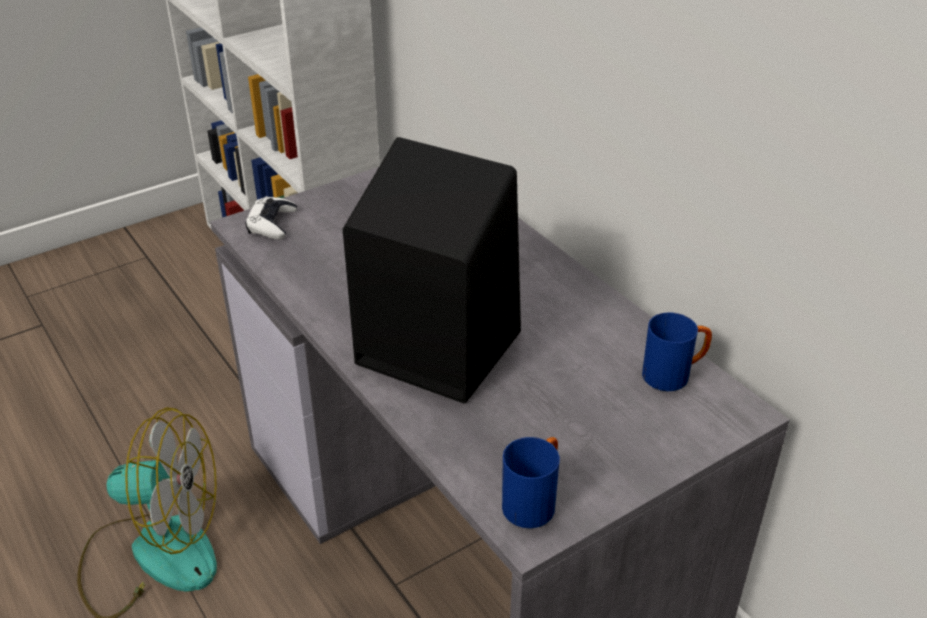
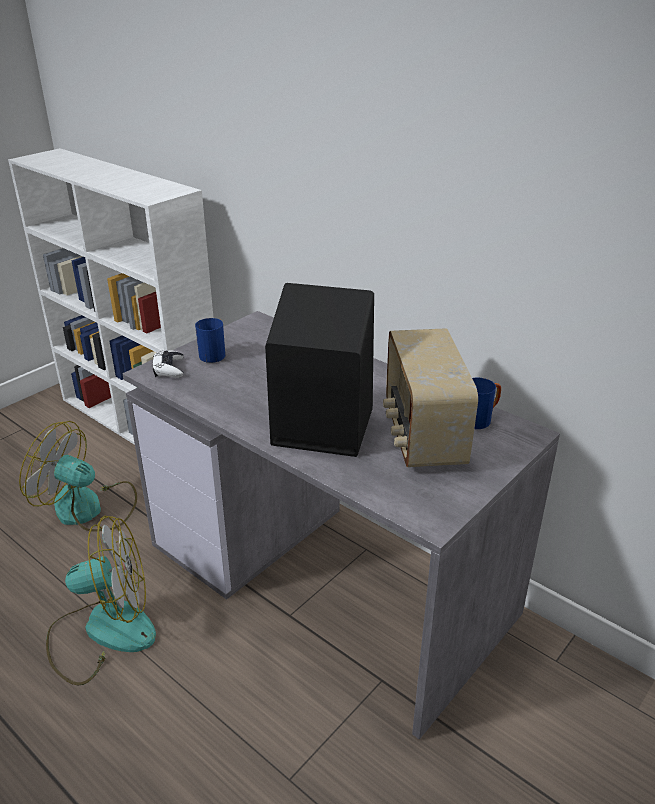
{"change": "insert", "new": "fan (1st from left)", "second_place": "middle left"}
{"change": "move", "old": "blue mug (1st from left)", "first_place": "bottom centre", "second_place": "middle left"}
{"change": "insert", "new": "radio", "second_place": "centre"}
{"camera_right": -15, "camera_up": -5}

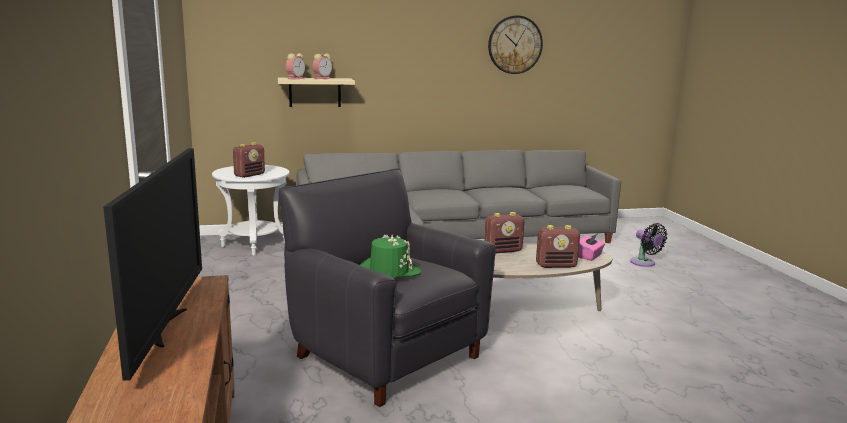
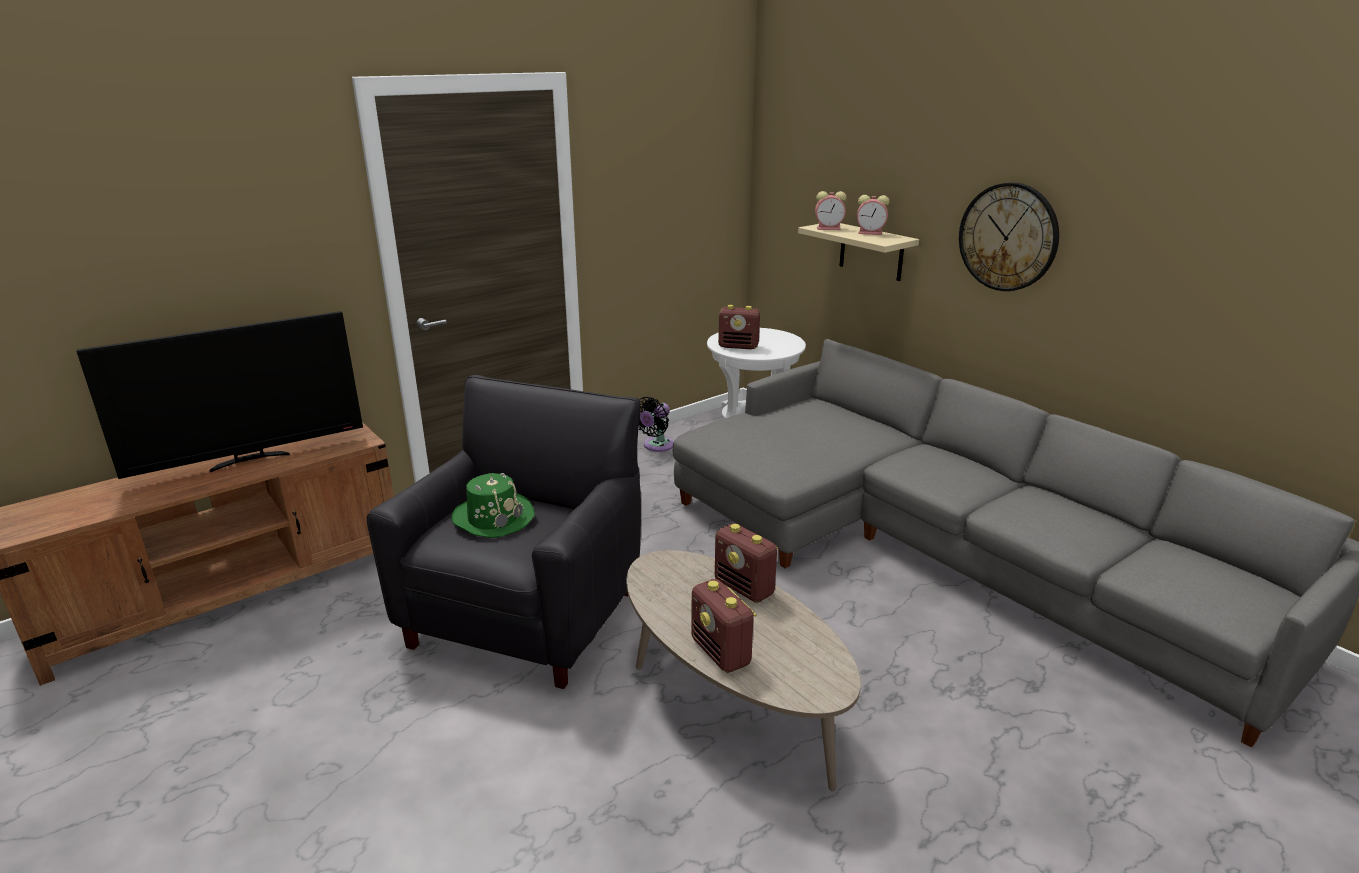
{"change": "move", "old": "black fan", "first_place": "middle right", "second_place": "centre"}
{"change": "move", "old": "wall clock", "first_place": "top centre", "second_place": "top right"}
{"change": "delete", "old": "pink tissue box", "first_place": "middle right"}
{"camera_right": 65, "camera_up": 10}

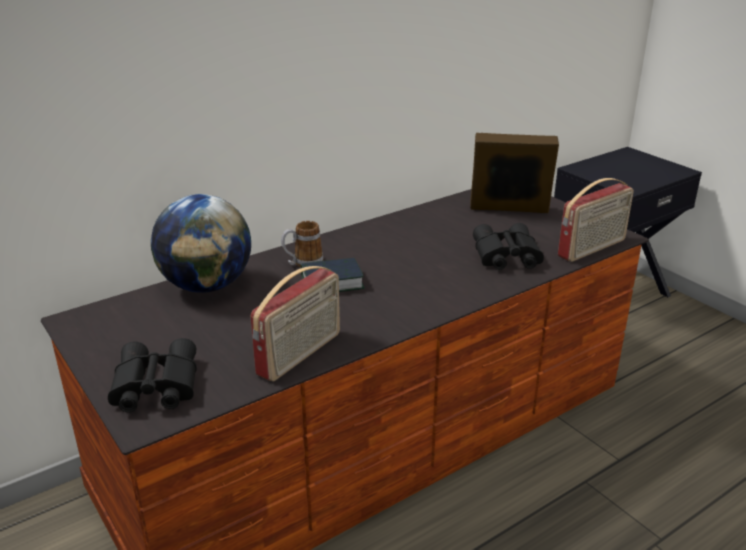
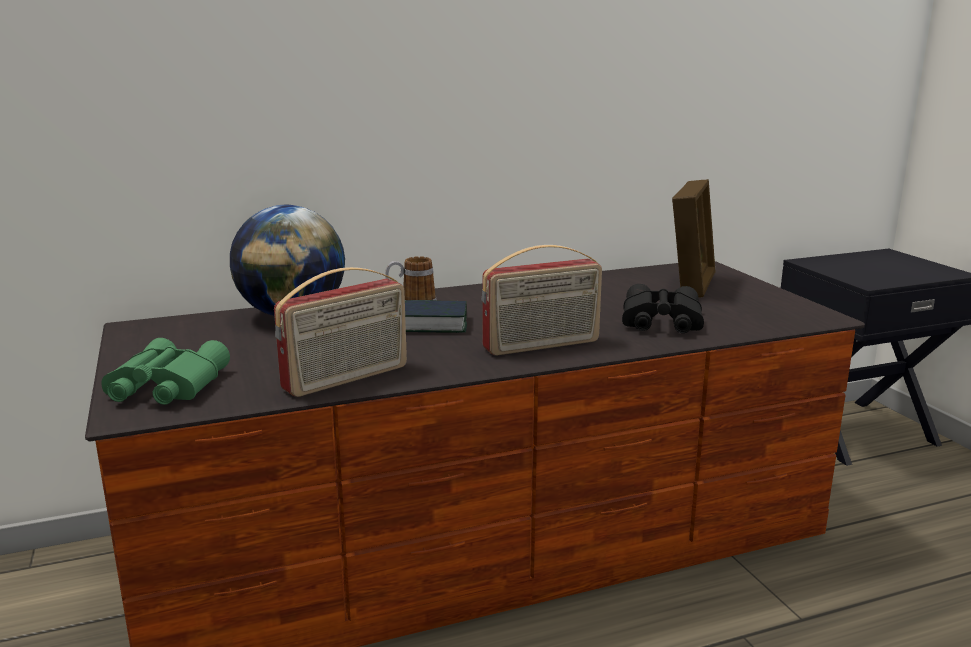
{"change": "recolor", "old": "black binoculars (1st from left)", "new": "green binoculars", "first_place": "bottom left", "second_place": "middle left"}
{"change": "move", "old": "radio (2nd from left)", "first_place": "middle right", "second_place": "centre"}
{"change": "rotate", "old": "picture frame", "first_place": "top right", "second_place": "middle right", "degrees": 90}
{"camera_right": 15, "camera_up": -10}

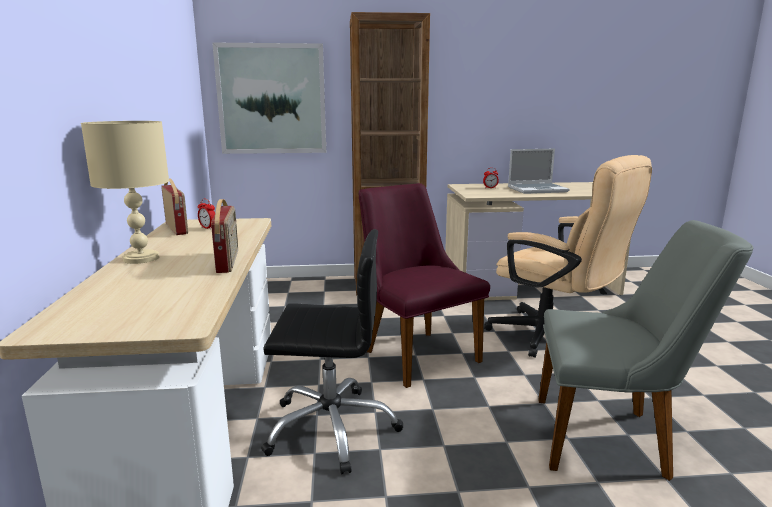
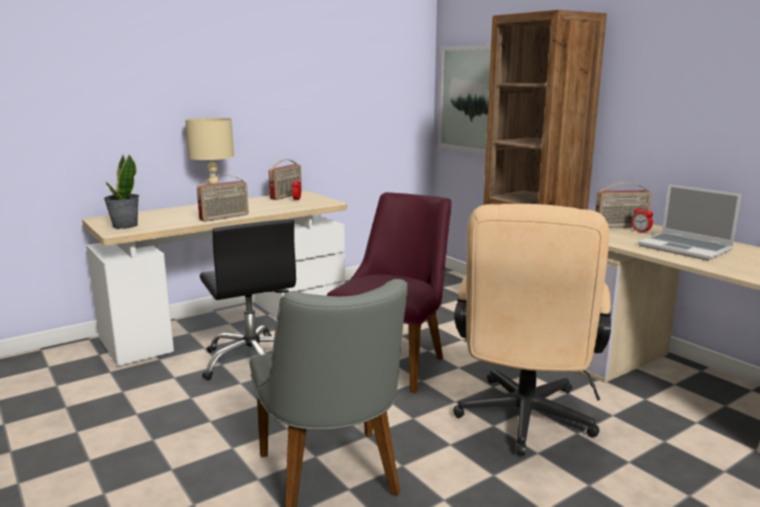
{"change": "insert", "new": "potted plant", "second_place": "middle left"}
{"change": "insert", "new": "radio (3rd from left)", "second_place": "middle right"}
{"camera_right": 60, "camera_up": 0}

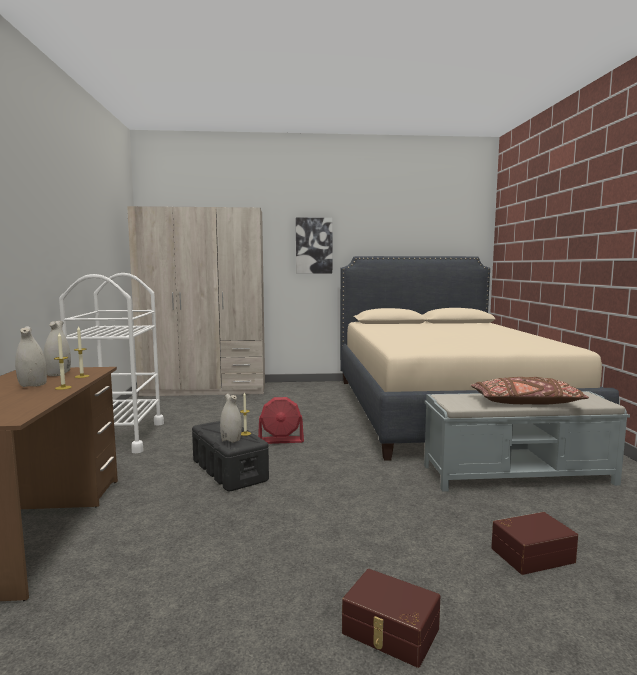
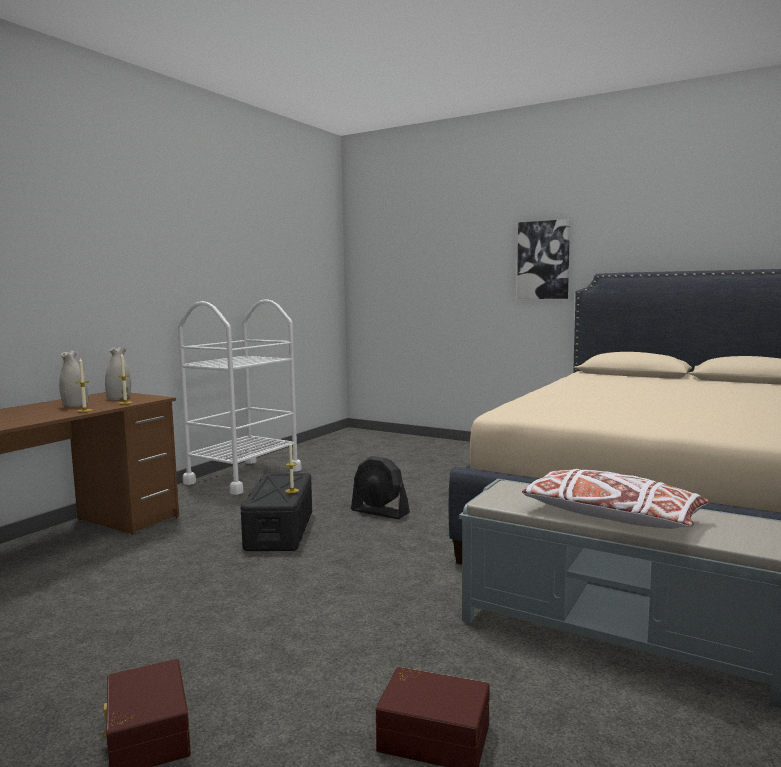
{"change": "recolor", "old": "red fan", "new": "black fan", "first_place": "centre", "second_place": "centre"}
{"change": "recolor", "old": "brown pillow", "new": "white pillow", "first_place": "middle right", "second_place": "middle right"}
{"change": "delete", "old": "beige wardrobe", "first_place": "middle left"}
{"change": "delete", "old": "white vase (3rd from left)", "first_place": "centre"}
{"camera_right": 35, "camera_up": 0}

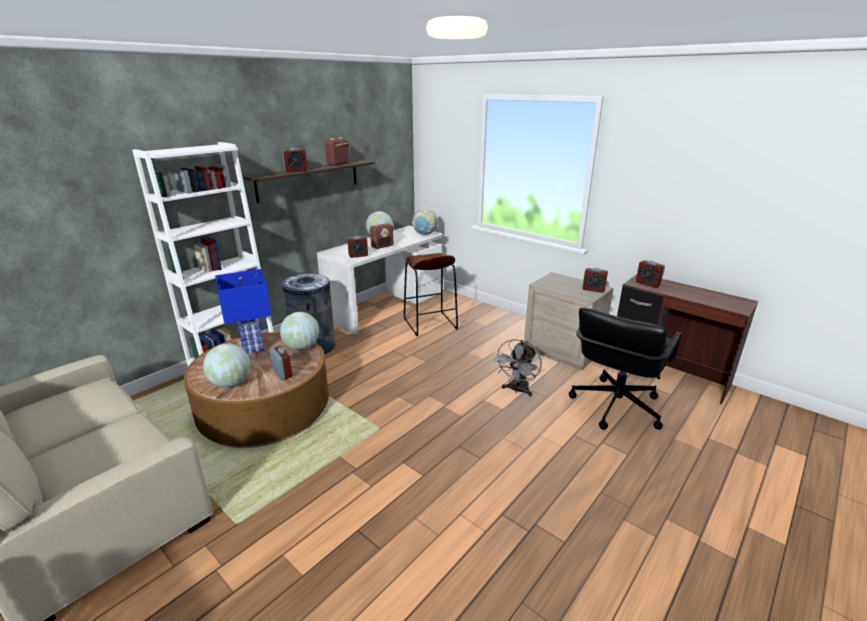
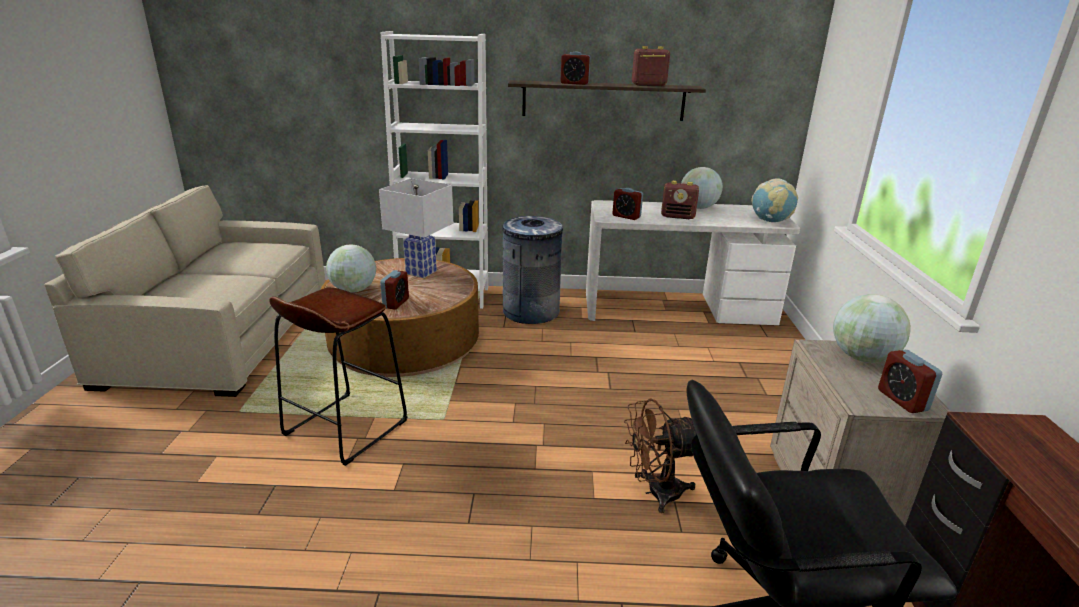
{"change": "move", "old": "brown stool", "first_place": "centre", "second_place": "middle left"}
{"change": "recolor", "old": "blue table lamp", "new": "white table lamp", "first_place": "middle left", "second_place": "centre"}
{"change": "recolor", "old": "grey fan", "new": "brown fan", "first_place": "centre", "second_place": "bottom centre"}
{"change": "move", "old": "globe (2nd from left in the first image)", "new": "globe (4th from left)", "first_place": "centre", "second_place": "middle right"}
{"change": "delete", "old": "alarm clock (5th from left)", "first_place": "middle right"}
{"camera_right": 50, "camera_up": 0}

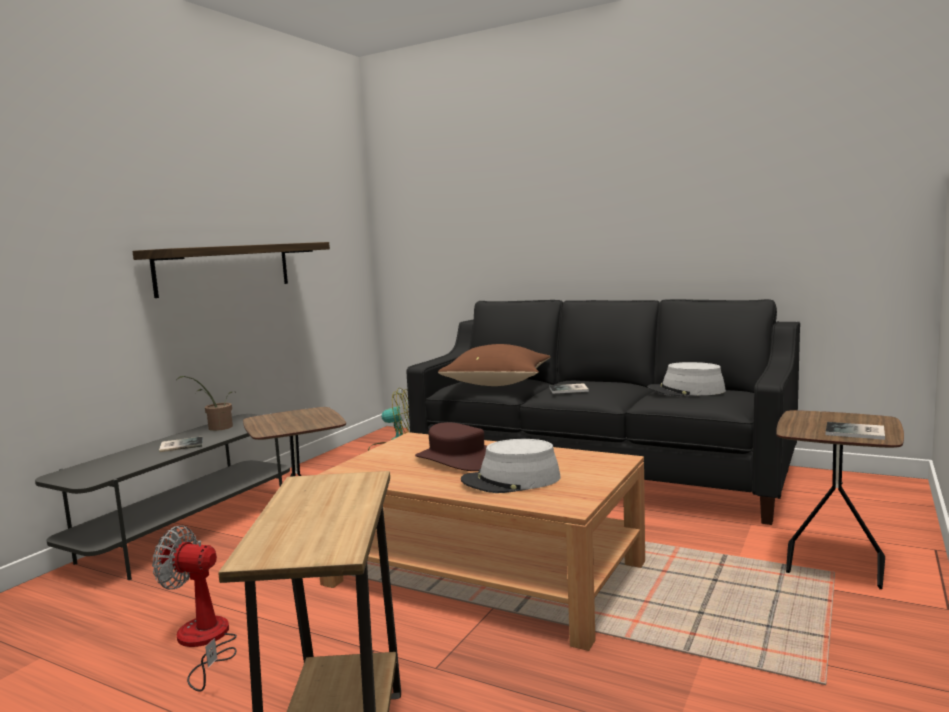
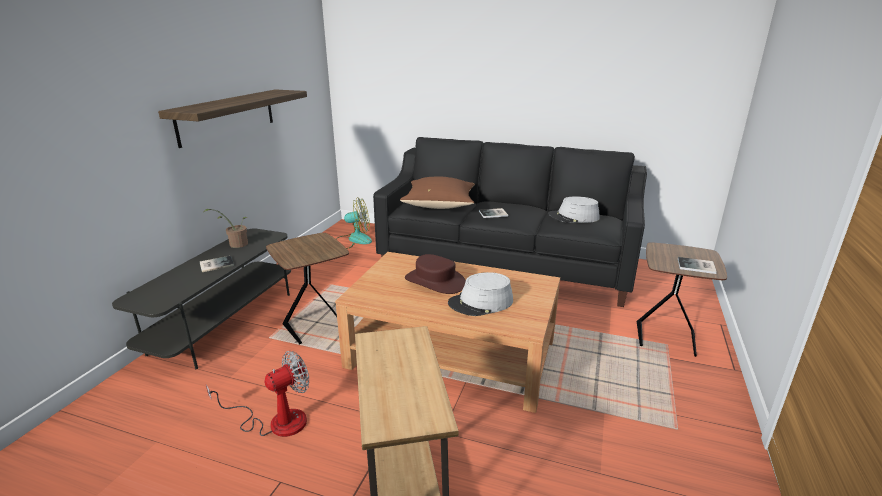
{"change": "rotate", "old": "fan (1st from left)", "first_place": "bottom left", "second_place": "bottom left", "degrees": 135}
{"camera_right": -10, "camera_up": 15}

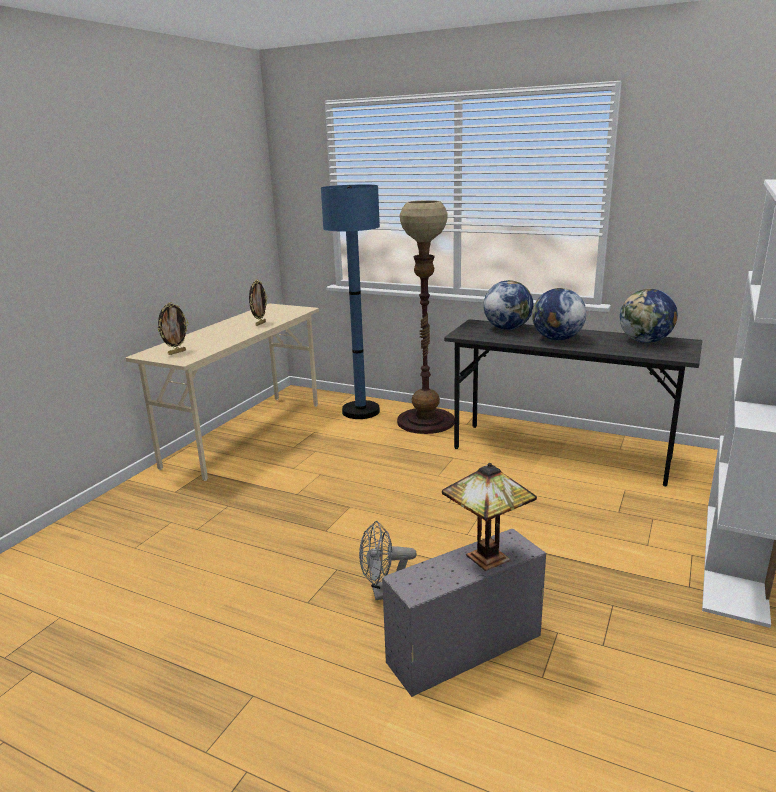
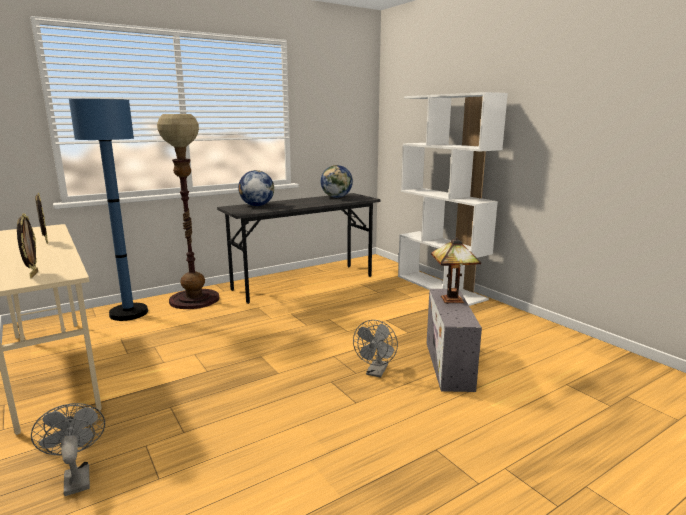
{"change": "insert", "new": "grey fan (1st from left)", "second_place": "bottom left"}
{"change": "delete", "old": "globe (2nd from left)", "first_place": "middle right"}
{"camera_right": -60, "camera_up": -5}

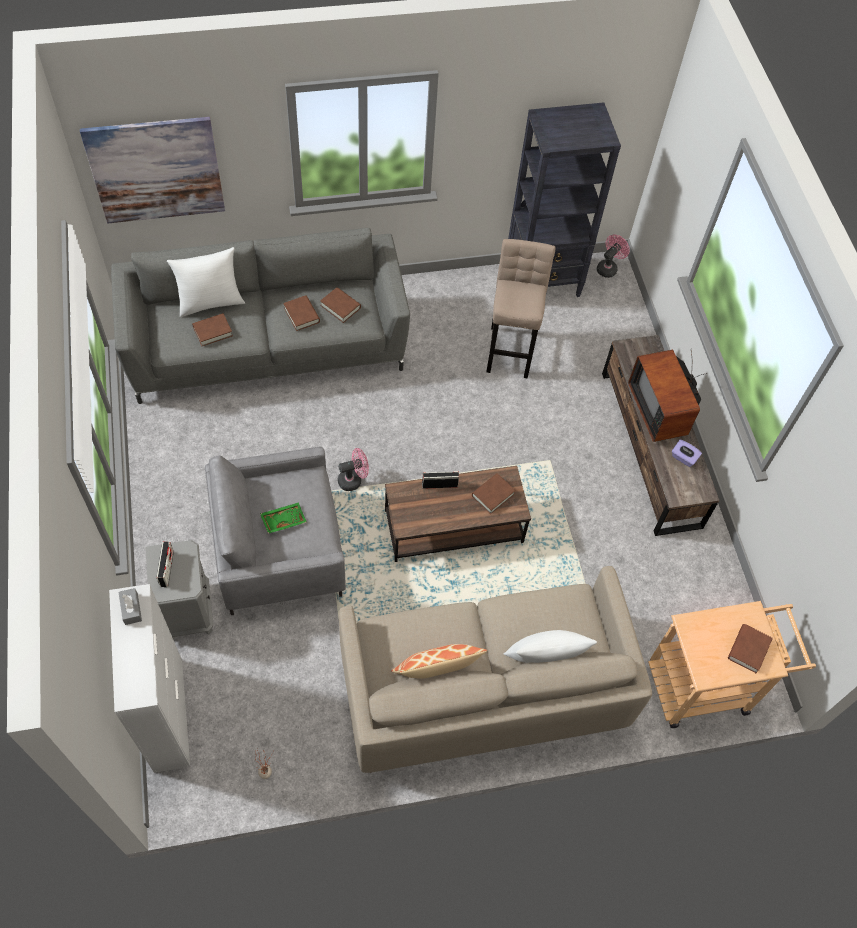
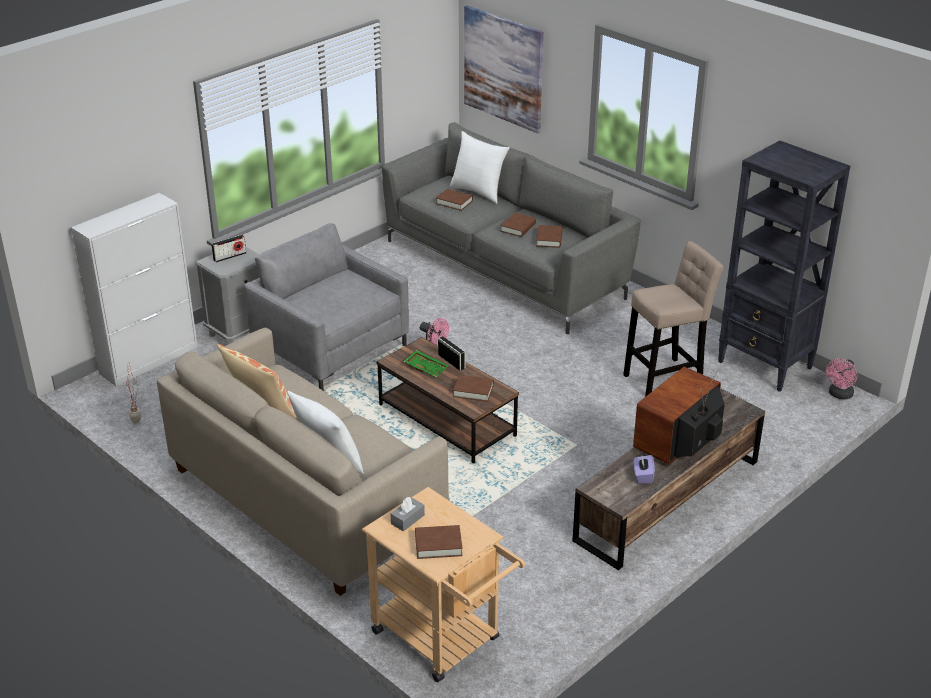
{"change": "move", "old": "grey tissue box", "first_place": "middle left", "second_place": "bottom centre"}
{"change": "move", "old": "green tray", "first_place": "middle left", "second_place": "centre"}
{"change": "rotate", "old": "pink fan (2nd from left)", "first_place": "top right", "second_place": "middle right", "degrees": 120}
{"camera_right": 60, "camera_up": -25}

